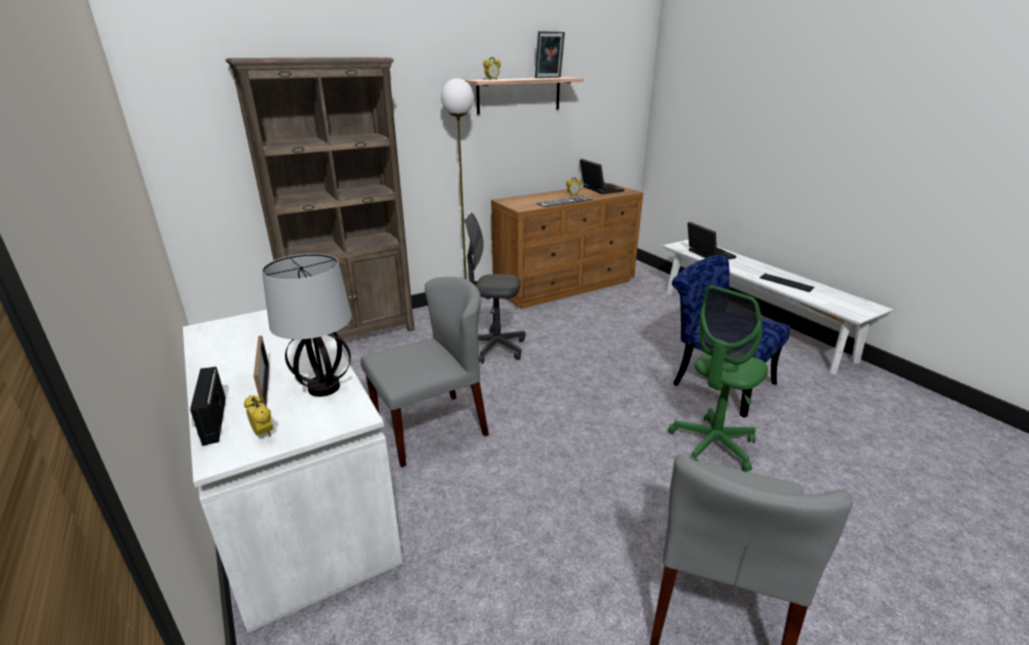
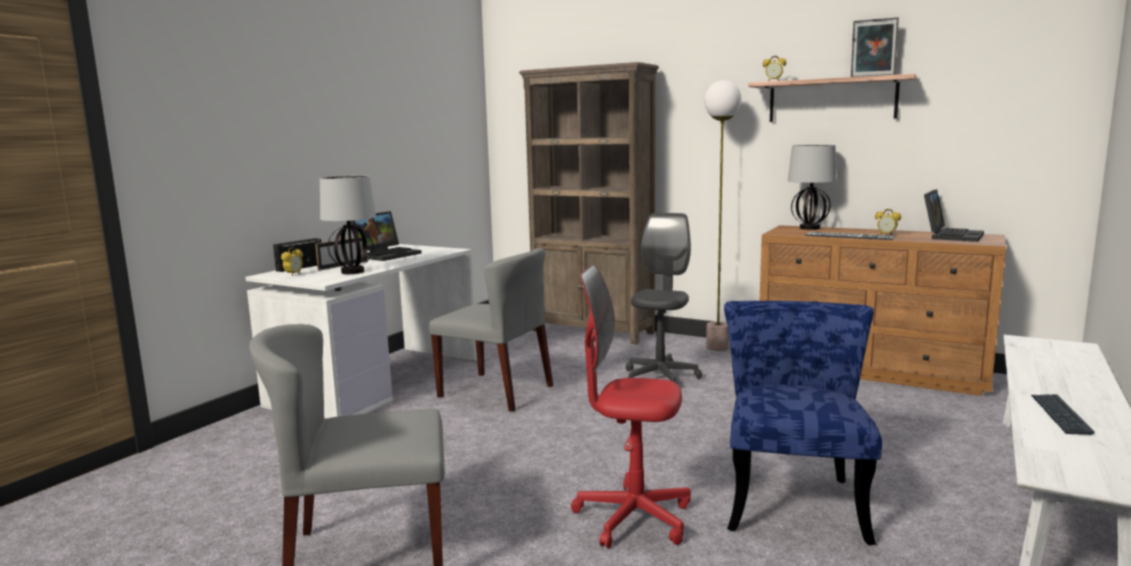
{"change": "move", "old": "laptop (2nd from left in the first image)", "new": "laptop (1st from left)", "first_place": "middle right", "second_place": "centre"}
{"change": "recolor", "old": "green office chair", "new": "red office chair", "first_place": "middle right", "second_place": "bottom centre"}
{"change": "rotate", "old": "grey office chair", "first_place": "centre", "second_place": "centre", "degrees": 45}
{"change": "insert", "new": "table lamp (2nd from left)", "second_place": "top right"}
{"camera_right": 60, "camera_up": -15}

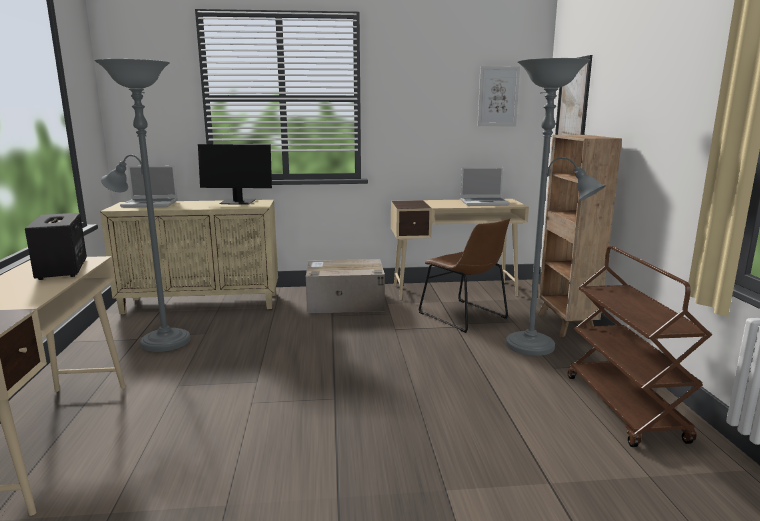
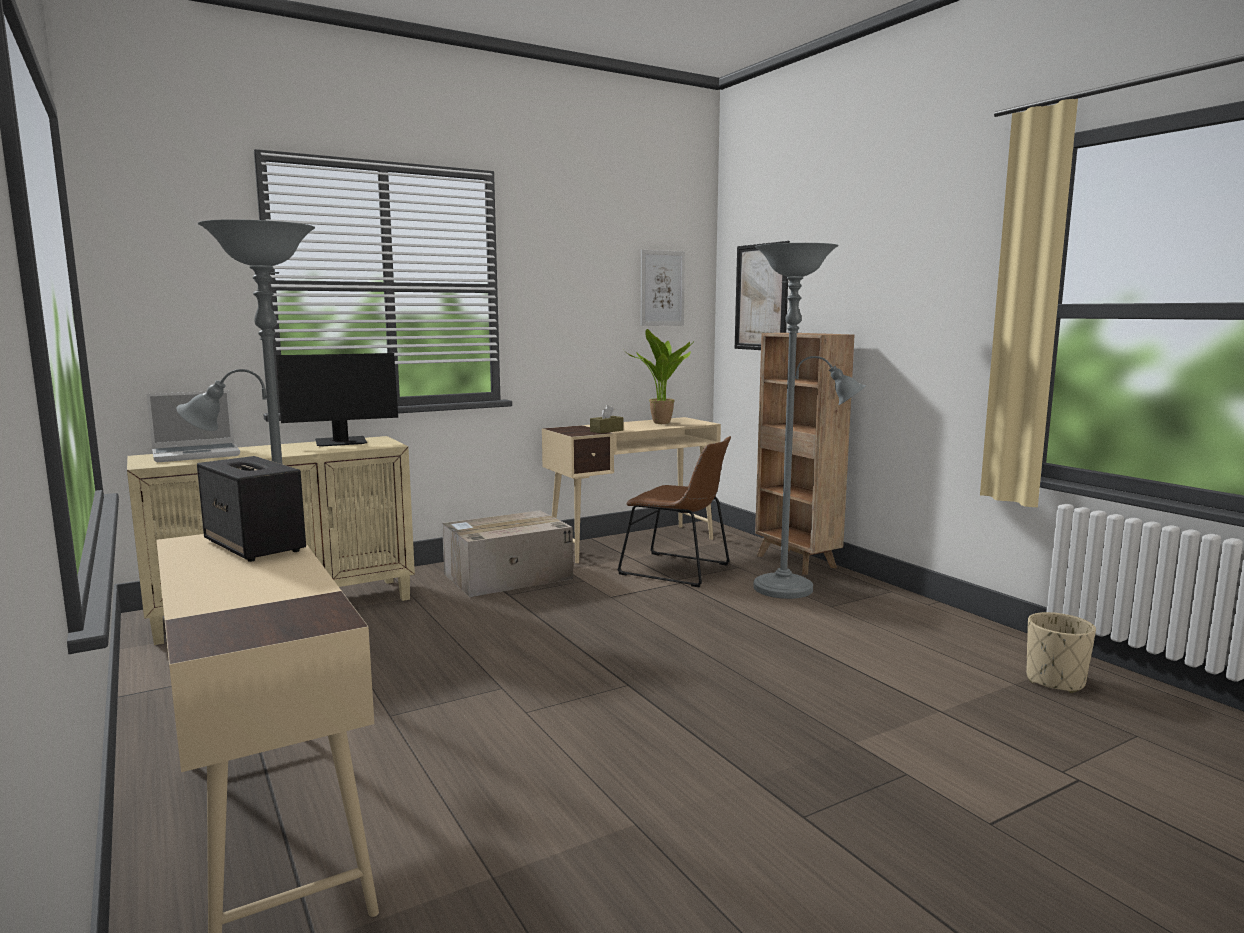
{"change": "insert", "new": "brown tissue box", "second_place": "centre"}
{"change": "replace", "old": "laptop (2nd from left)", "new": "potted plant", "first_place": "centre", "second_place": "centre"}
{"change": "insert", "new": "beige planter", "second_place": "bottom right"}
{"change": "delete", "old": "brown cart", "first_place": "middle right"}
{"camera_right": -25, "camera_up": -5}

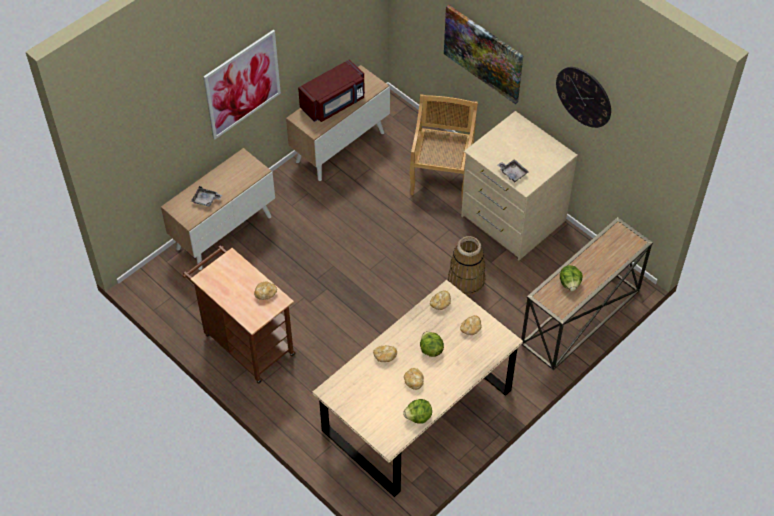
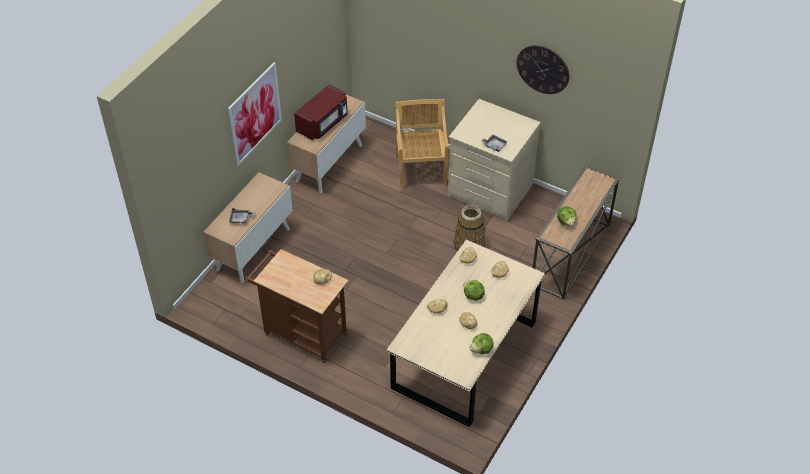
{"change": "delete", "old": "picture (2nd from left)", "first_place": "top centre"}
{"camera_right": -15, "camera_up": -5}

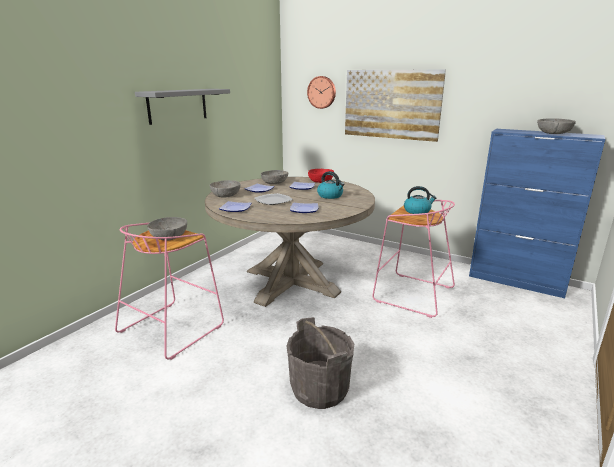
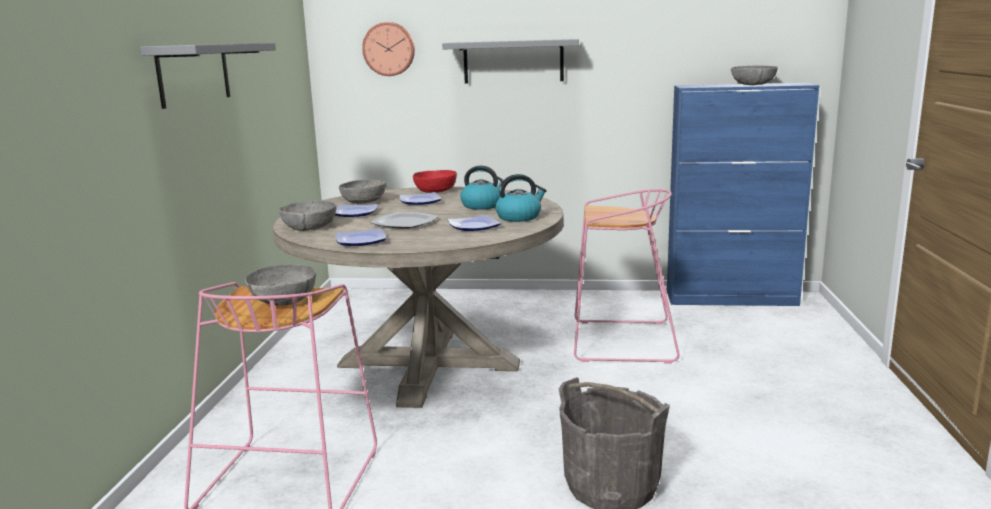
{"change": "replace", "old": "picture", "new": "grey shelf (2nd from left)", "first_place": "top centre", "second_place": "top centre"}
{"change": "move", "old": "kettle (2nd from left)", "first_place": "middle right", "second_place": "centre"}
{"camera_right": -25, "camera_up": -5}

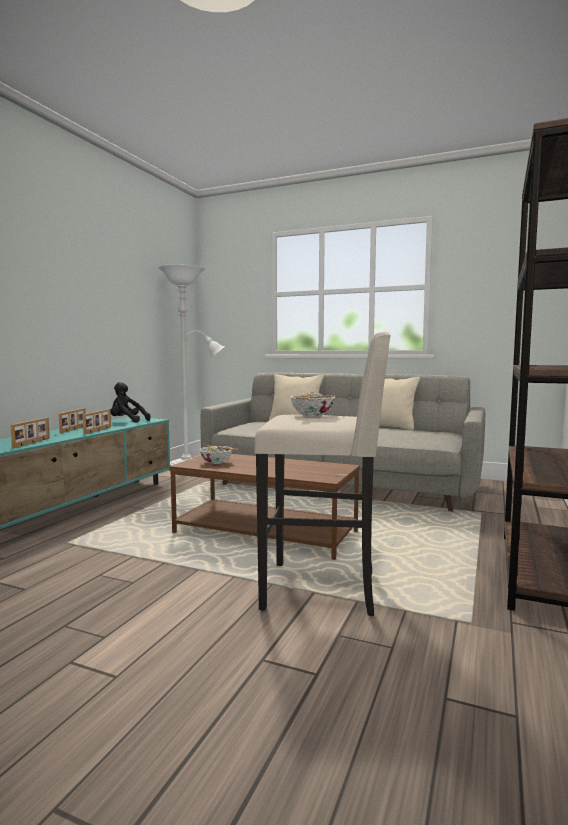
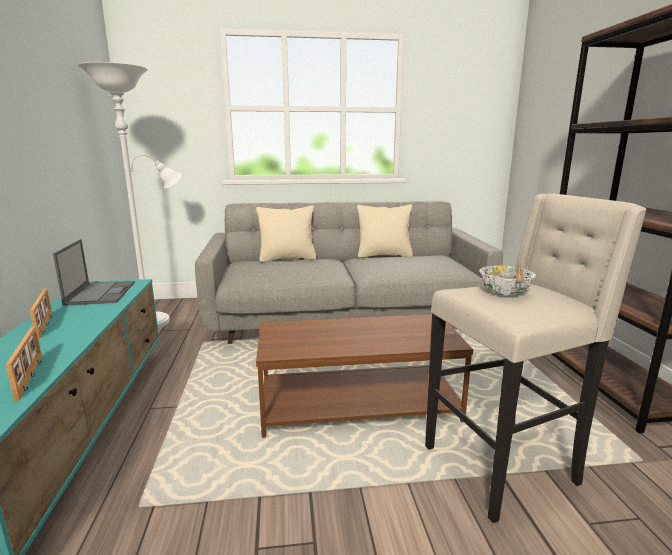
{"change": "replace", "old": "black plush toy", "new": "laptop", "first_place": "middle left", "second_place": "middle left"}
{"change": "delete", "old": "picture frame (3rd from left)", "first_place": "middle left"}
{"change": "delete", "old": "bowl (1st from left)", "first_place": "centre"}
{"camera_right": -30, "camera_up": 10}

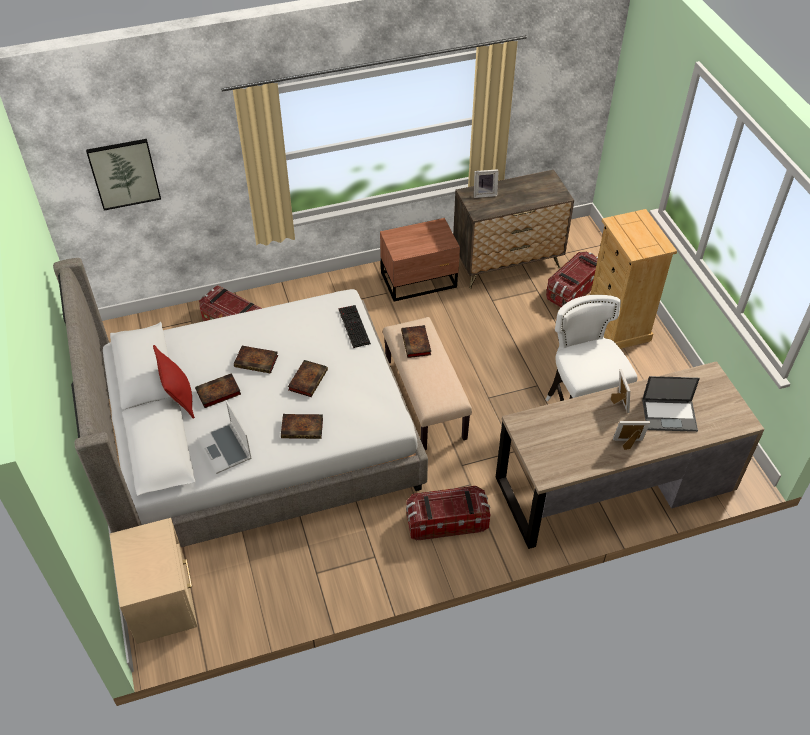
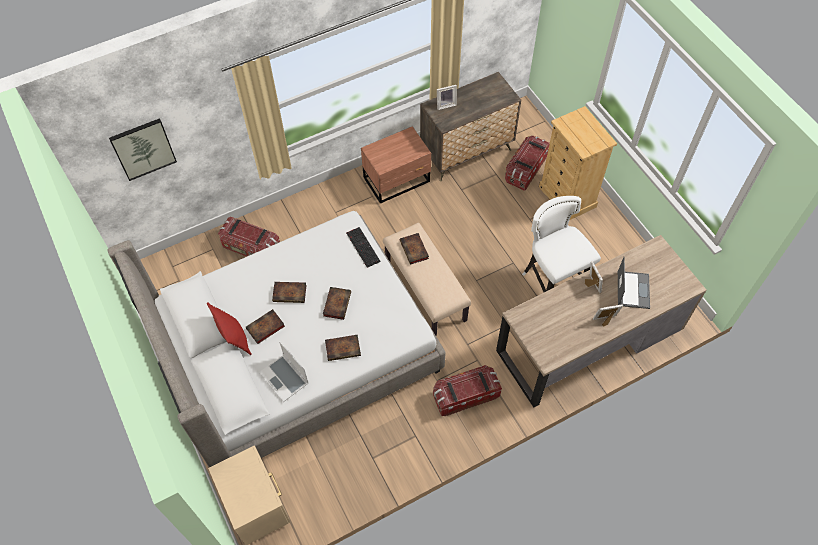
{"change": "rotate", "old": "laptop (2nd from left)", "first_place": "middle right", "second_place": "middle right", "degrees": -75}
{"camera_right": -10, "camera_up": 10}

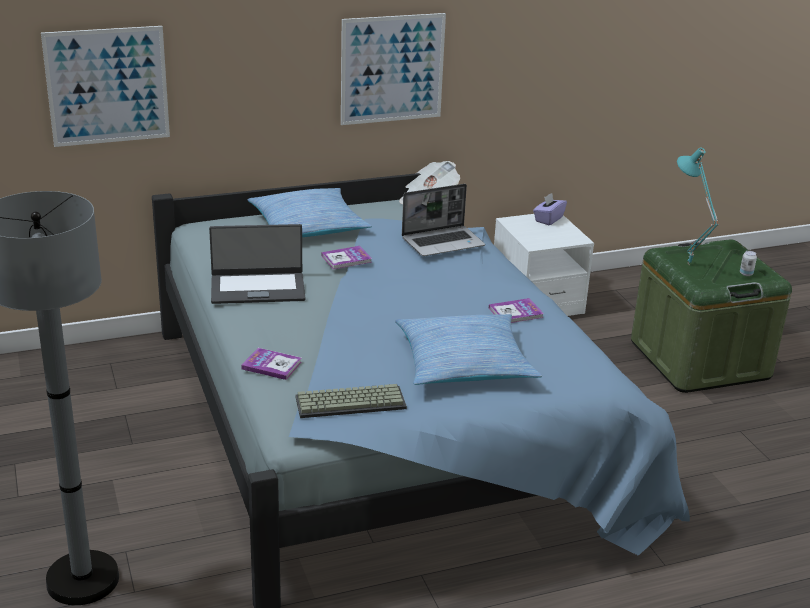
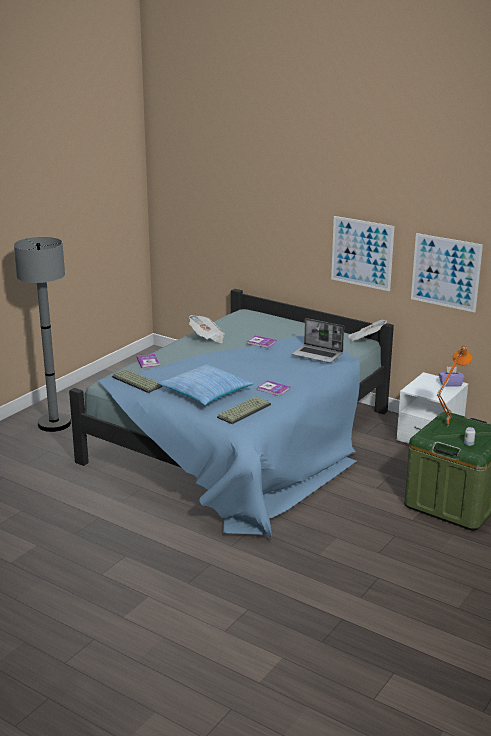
{"change": "replace", "old": "laptop (1st from left)", "new": "newspaper (1st from left)", "first_place": "middle left", "second_place": "centre"}
{"change": "insert", "new": "keyboard (2nd from left)", "second_place": "centre"}
{"change": "move", "old": "picture (1st from left in the first image)", "new": "picture (2nd from left)", "first_place": "top left", "second_place": "middle right"}
{"change": "recolor", "old": "turquoise table lamp", "new": "orange table lamp", "first_place": "middle right", "second_place": "middle right"}
{"change": "delete", "old": "pillow (1st from left)", "first_place": "centre"}
{"camera_right": 55, "camera_up": -5}

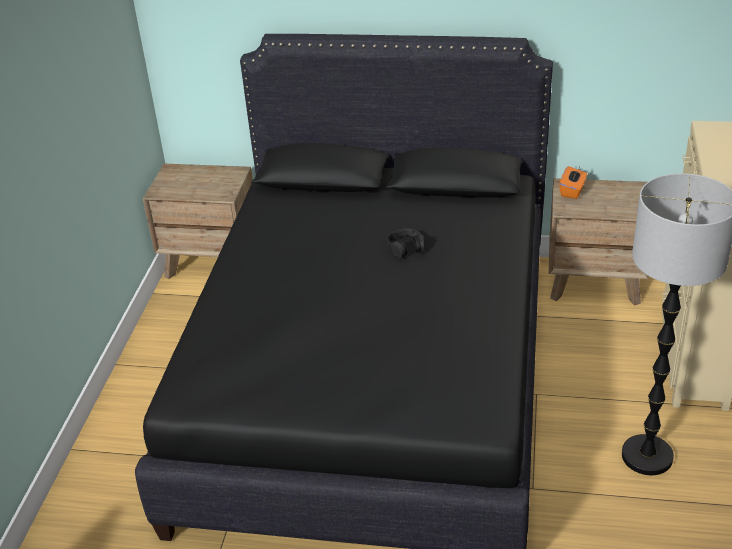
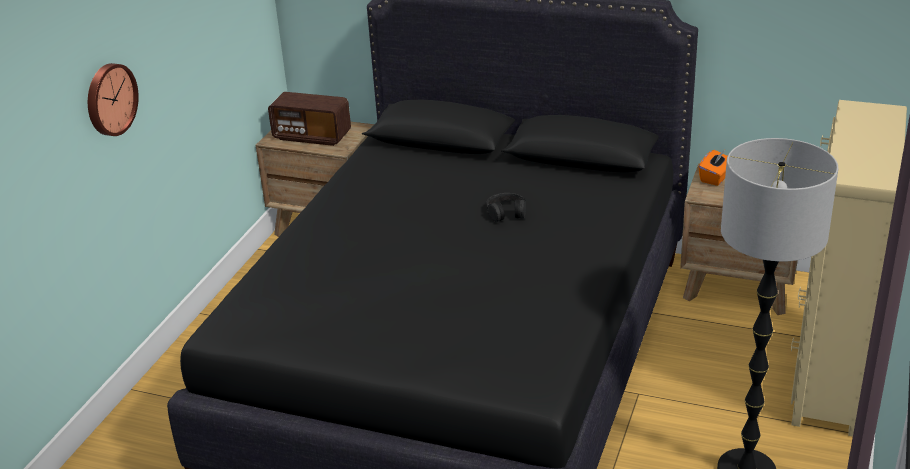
{"change": "insert", "new": "wall clock", "second_place": "top left"}
{"change": "insert", "new": "radio", "second_place": "top centre"}
{"camera_right": 10, "camera_up": -5}

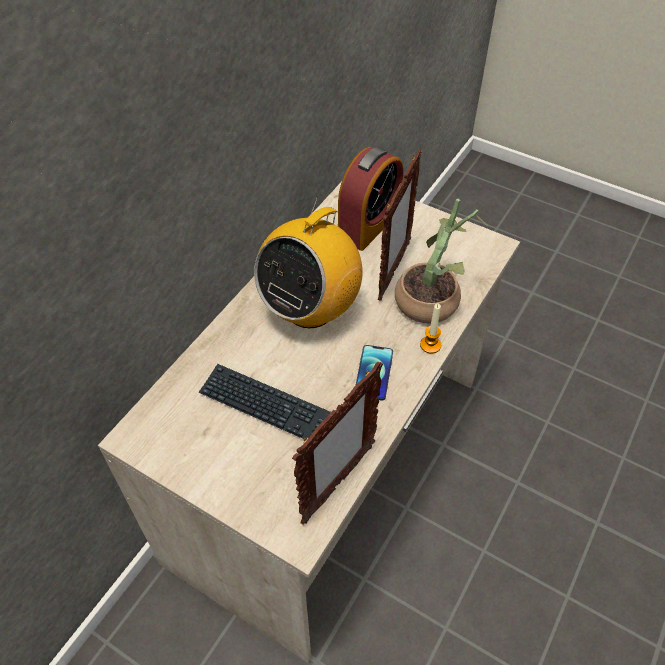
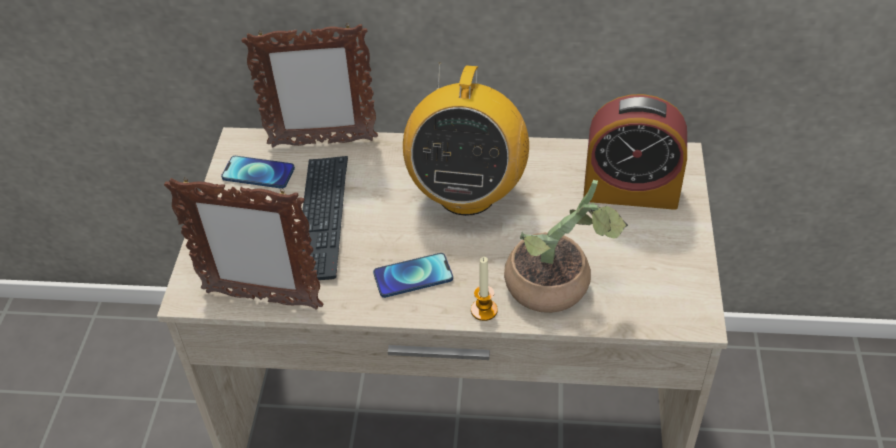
{"change": "insert", "new": "phone (1st from left)", "second_place": "middle left"}
{"change": "move", "old": "picture frame (2nd from left)", "first_place": "centre", "second_place": "top centre"}
{"change": "rotate", "old": "radio", "first_place": "centre", "second_place": "top centre", "degrees": -90}
{"camera_right": 65, "camera_up": -5}

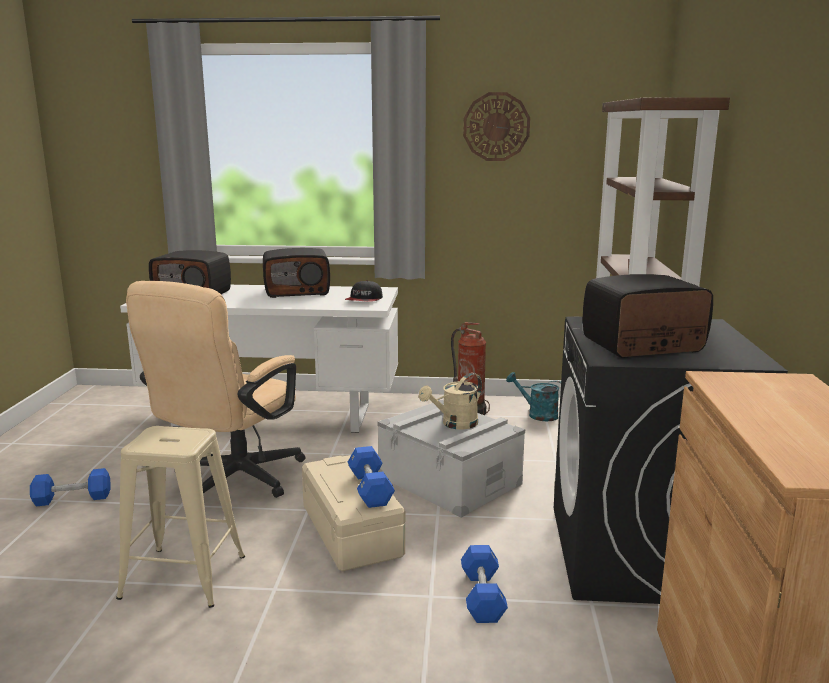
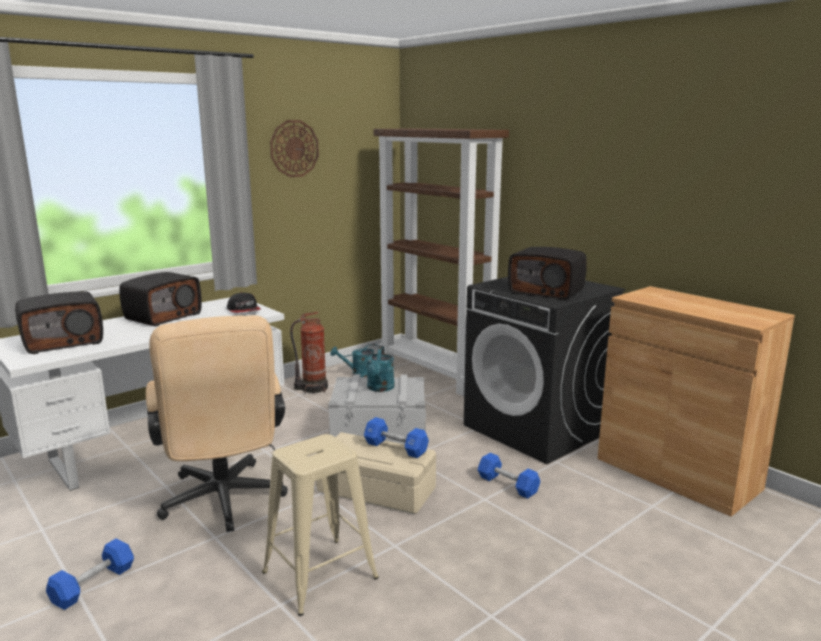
{"change": "recolor", "old": "beige watering can", "new": "turquoise watering can (2nd from left)", "first_place": "centre", "second_place": "centre"}
{"change": "rotate", "old": "radio (3rd from left)", "first_place": "middle right", "second_place": "centre", "degrees": -90}
{"camera_right": -45, "camera_up": 0}

